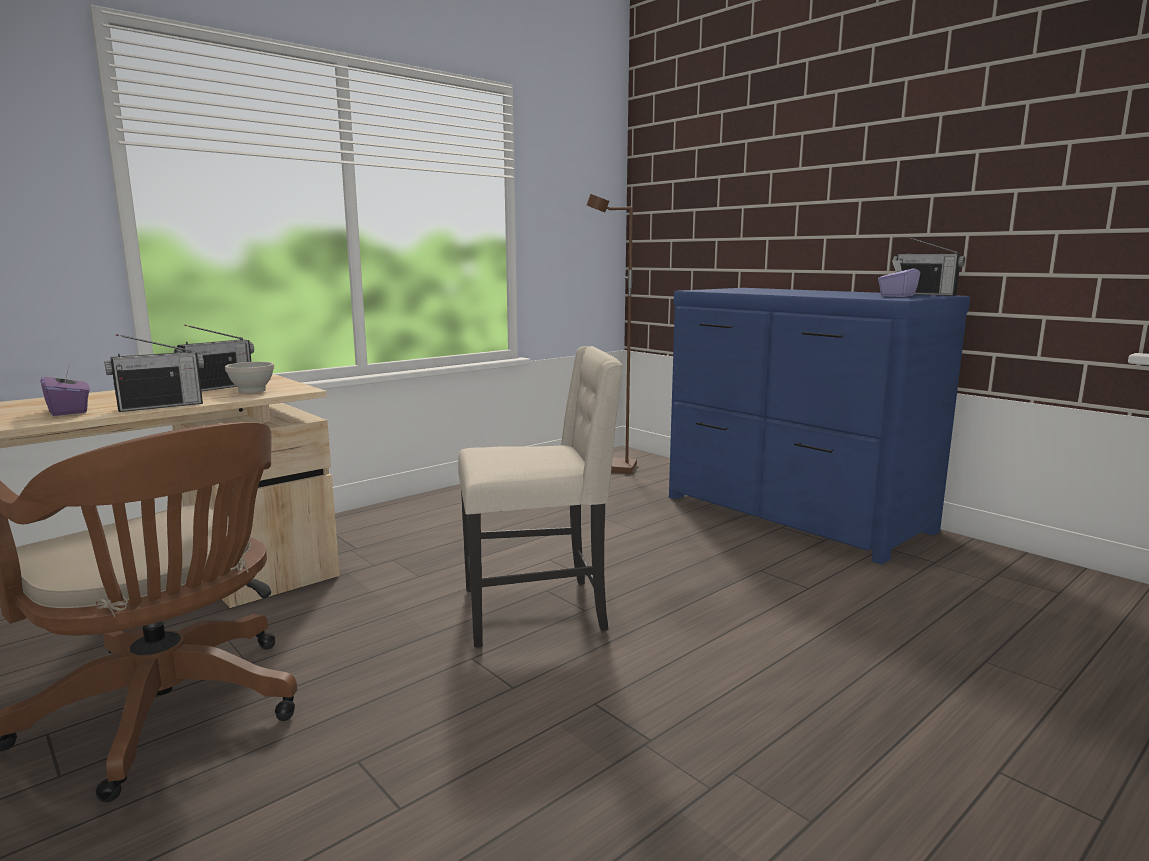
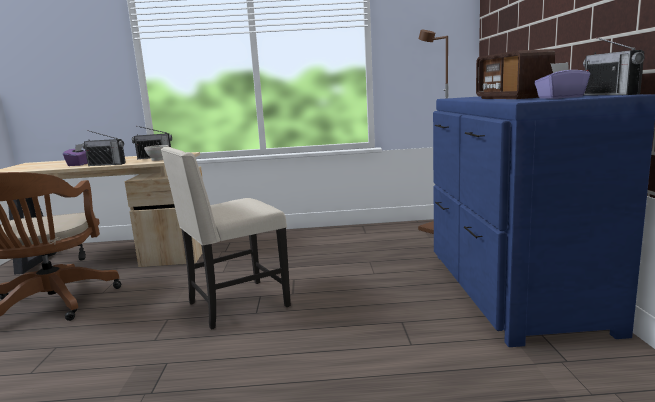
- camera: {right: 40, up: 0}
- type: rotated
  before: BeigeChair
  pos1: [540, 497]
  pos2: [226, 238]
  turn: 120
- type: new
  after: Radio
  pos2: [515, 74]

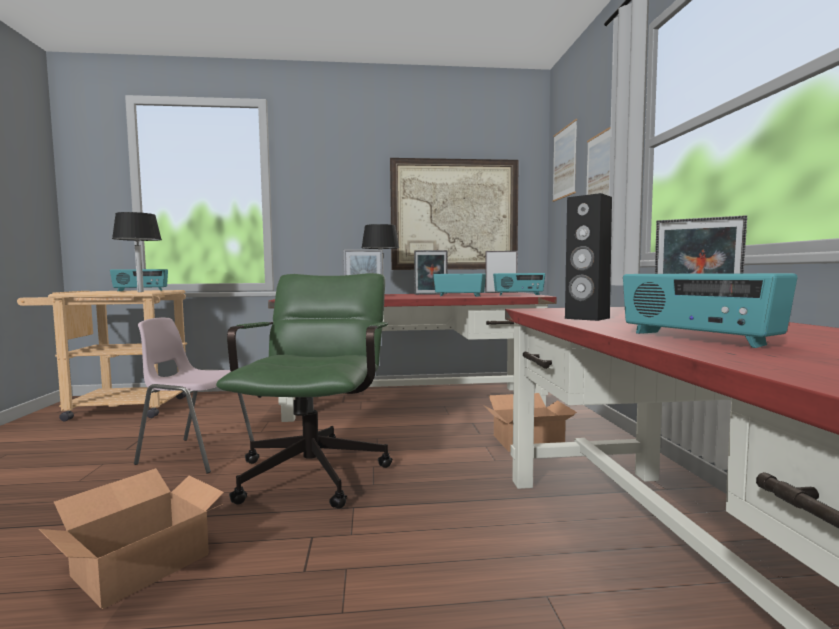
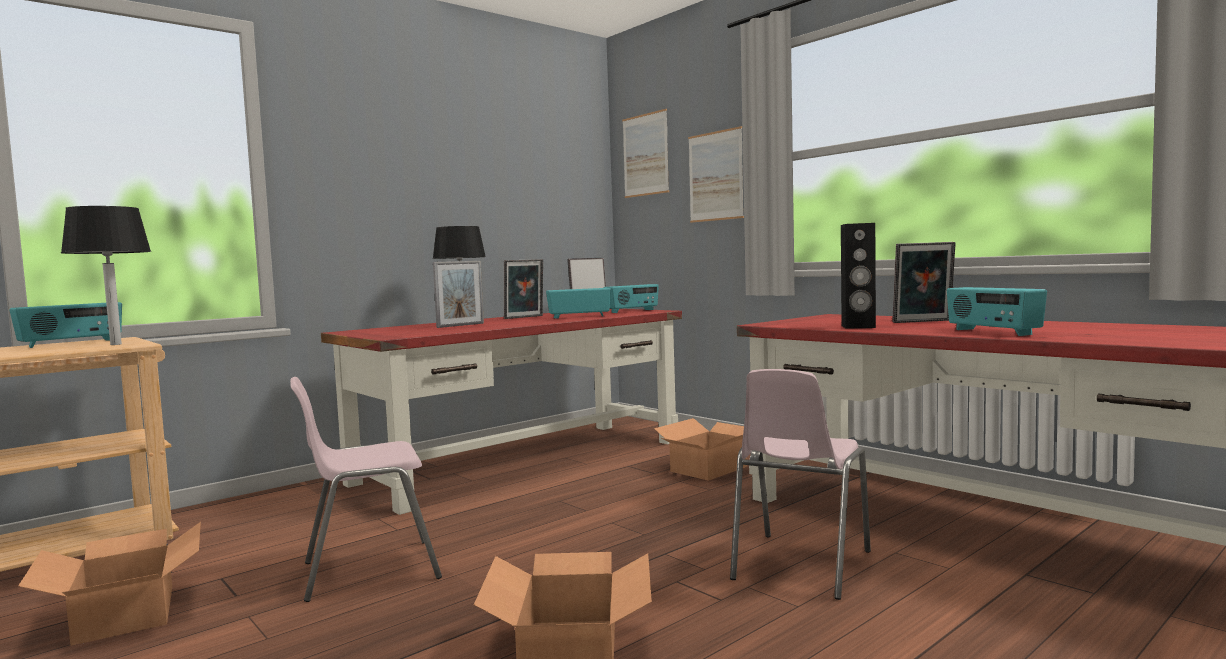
- camera: {right: -35, up: 0}
- type: new
  after: CardboardBox
  pos2: [109, 584]
- type: new
  after: PinkChair
  pos2: [800, 484]
- type: rotated
  before: Radio
  pos1: [710, 310]
  pos2: [997, 311]
  turn: 45
- type: gone
  before: GreenOfficeChair
  pos1: [304, 391]
- type: gone
  before: Picture
  pos1: [454, 214]

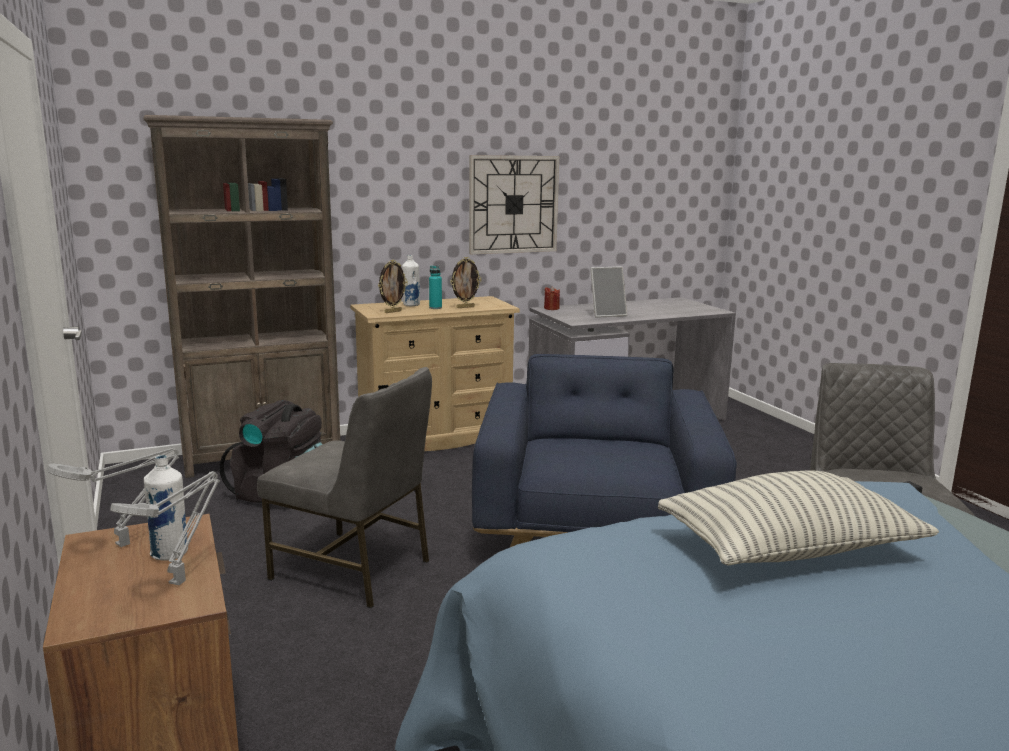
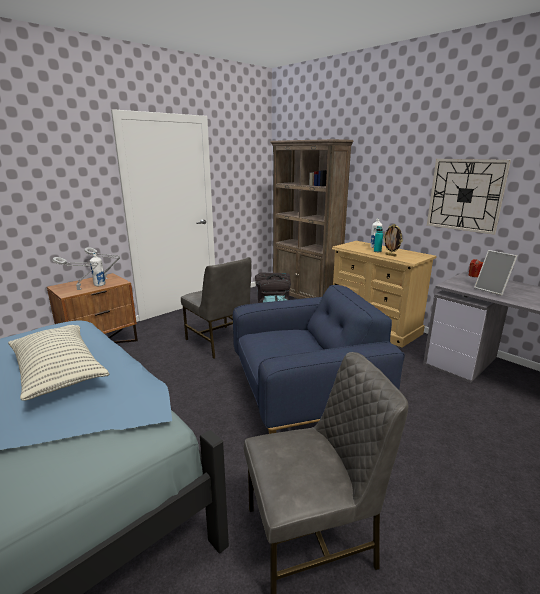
- camera: {right: 70, up: 5}
- type: rotated
  before: GreyChair
  pos1: [344, 487]
  pos2: [216, 308]
  turn: -45
- type: gone
  before: PictureFrame
  pos1: [393, 286]

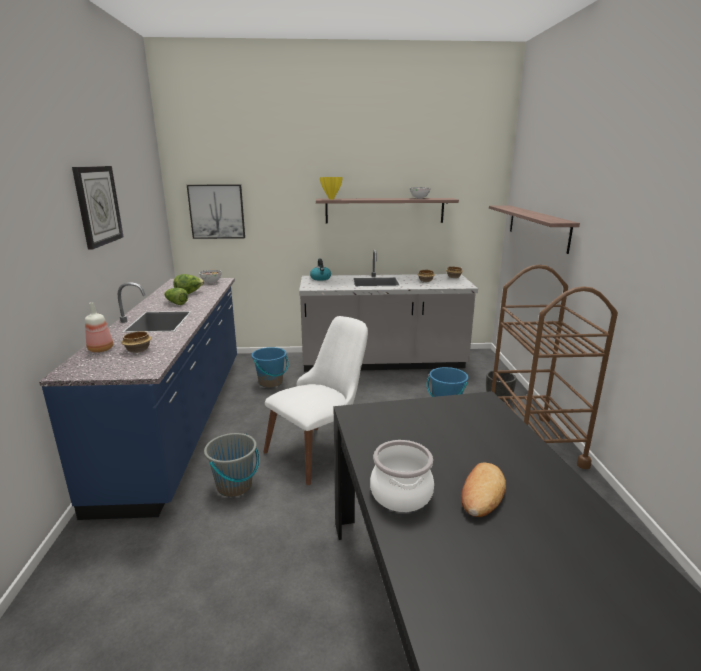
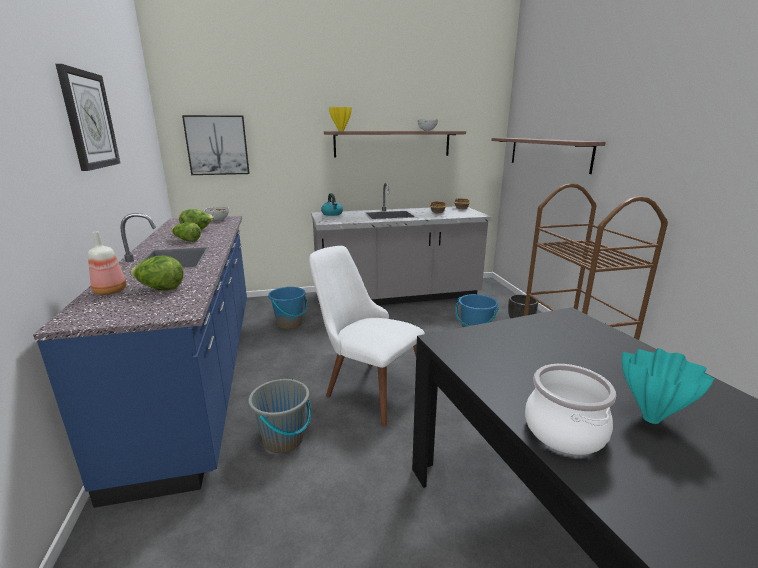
- camera: {right: -10, up: 0}
- type: swapped
  before: Bowl
  after: Lettuce
  pos1: [136, 342]
  pos2: [157, 273]
- type: rotated
  before: WhiteChair
  pos1: [315, 400]
  pos2: [367, 336]
  turn: -90
- type: swapped
  before: Bread
  after: TurquoiseVase
  pos1: [483, 490]
  pos2: [668, 386]

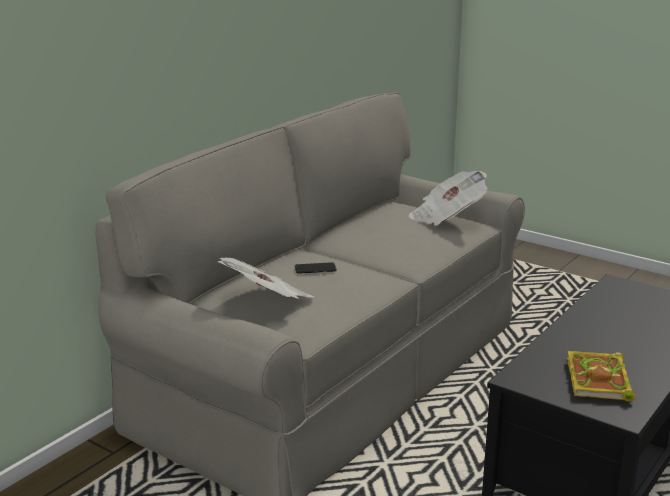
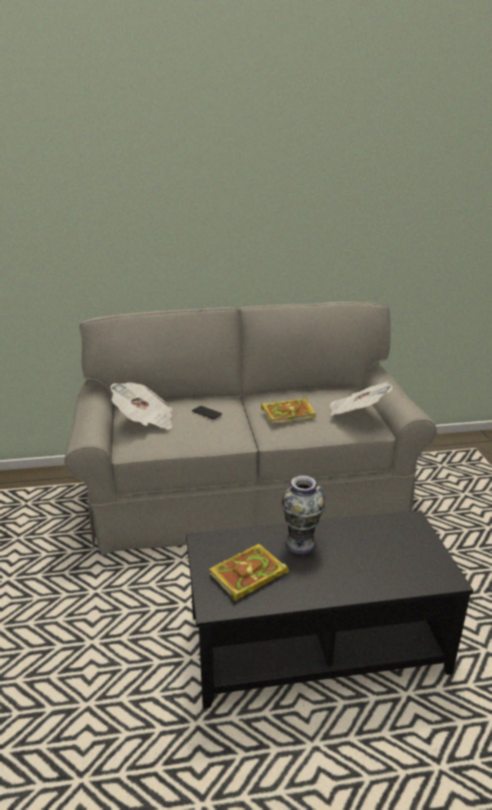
- camera: {right: 45, up: 5}
- type: new
  after: Book
  pos2: [288, 410]
- type: new
  after: Vase
  pos2: [303, 514]

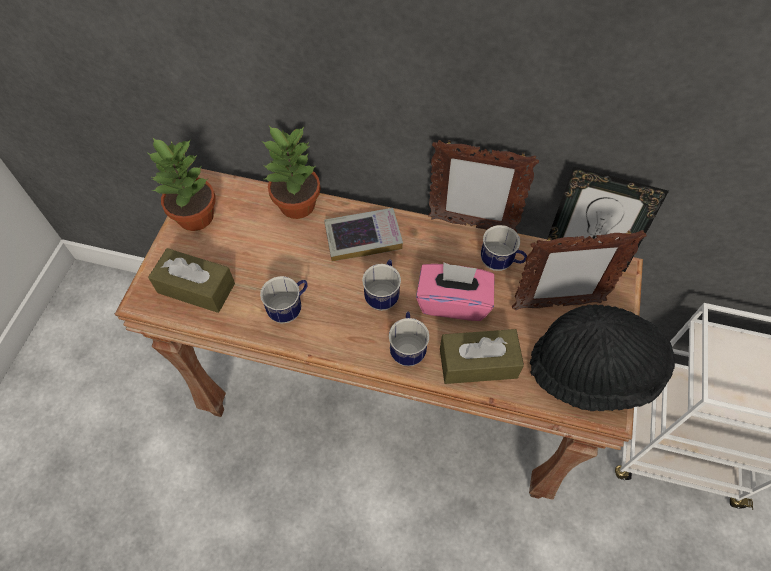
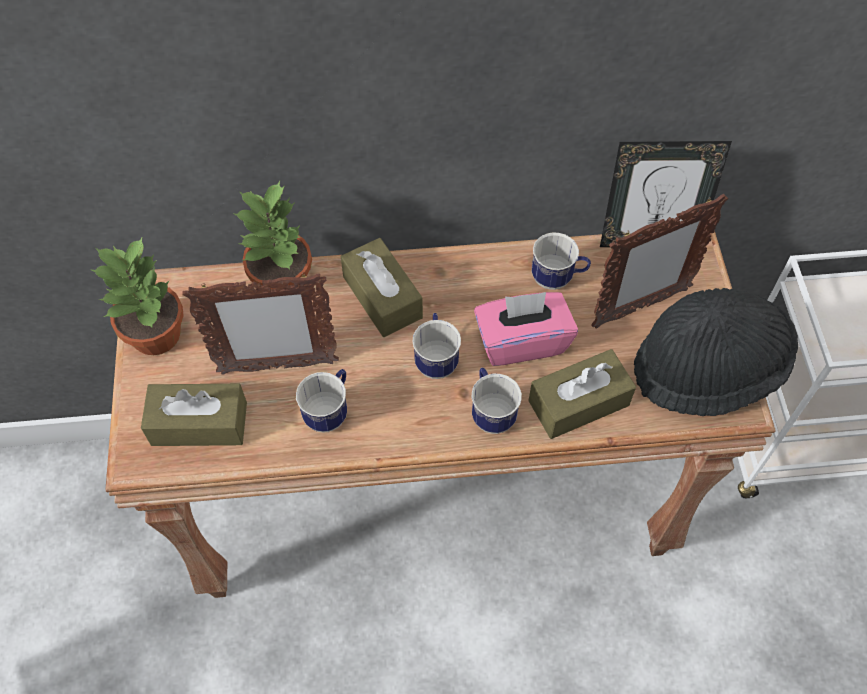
- camera: {right: -20, up: 0}
- type: shifted
  before: PictureFrame
  pos1: [483, 186]
  pos2: [260, 324]
- type: swapped
  before: Book
  after: BrownTissueBox
  pos1: [363, 235]
  pos2: [382, 287]

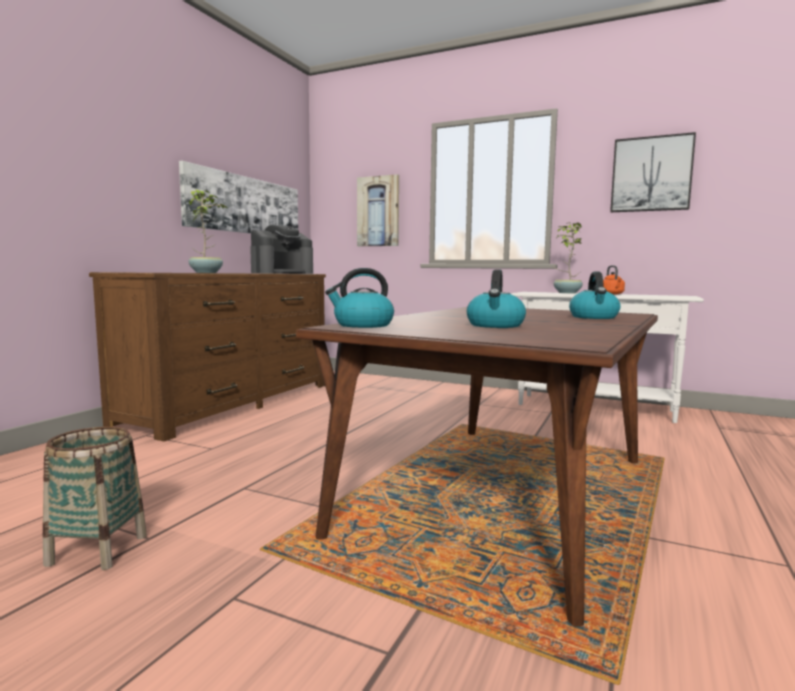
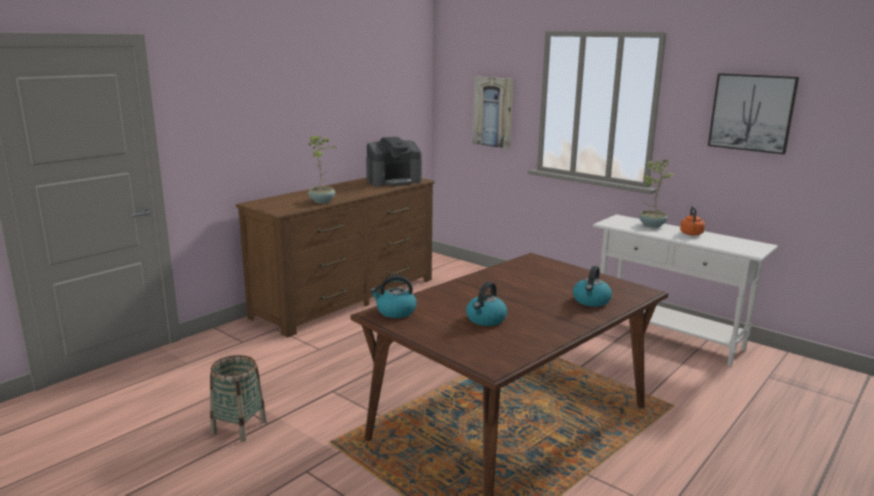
- camera: {right: 15, up: 10}
- type: gone
  before: Picture
  pos1: [238, 197]

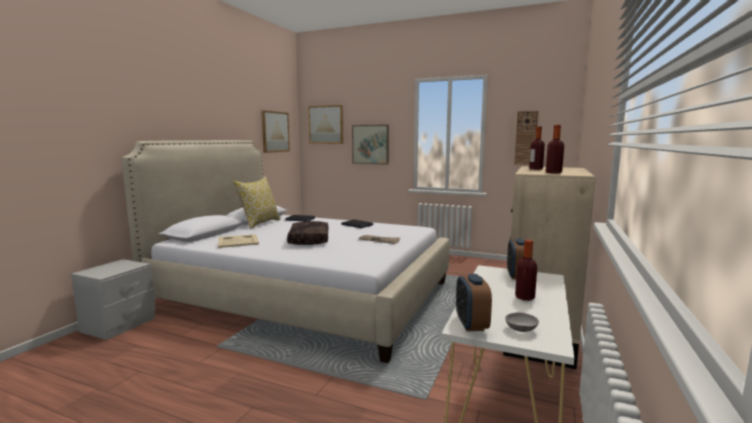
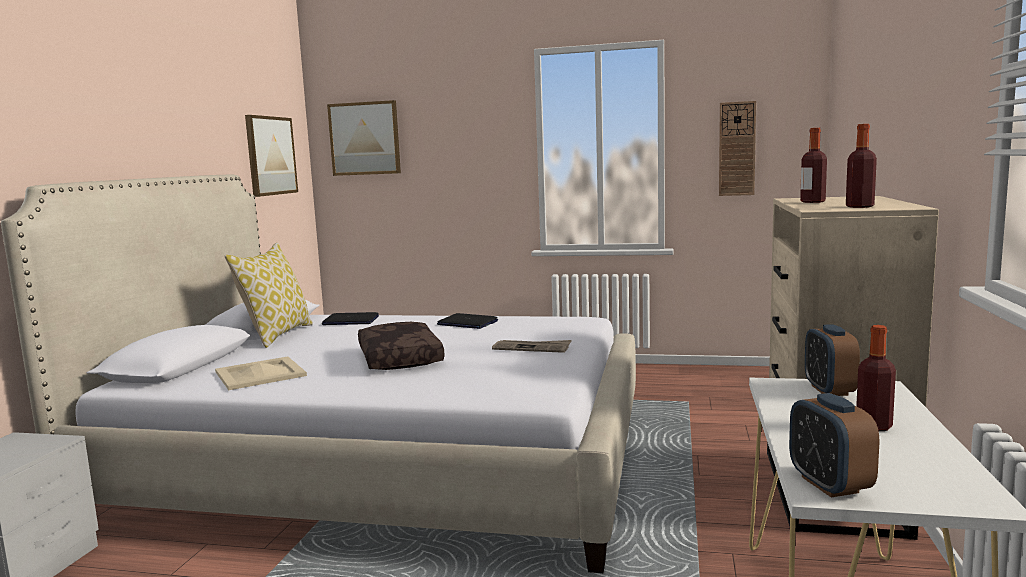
- camera: {right: -10, up: 0}
- type: gone
  before: Picture
  pos1: [370, 145]
- type: gone
  before: GreyBowl
  pos1: [522, 322]

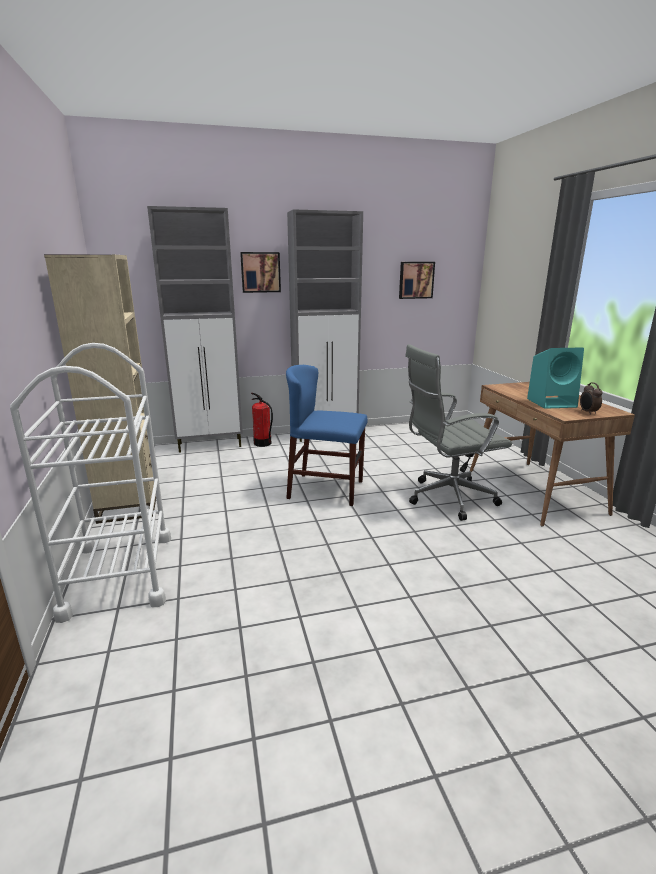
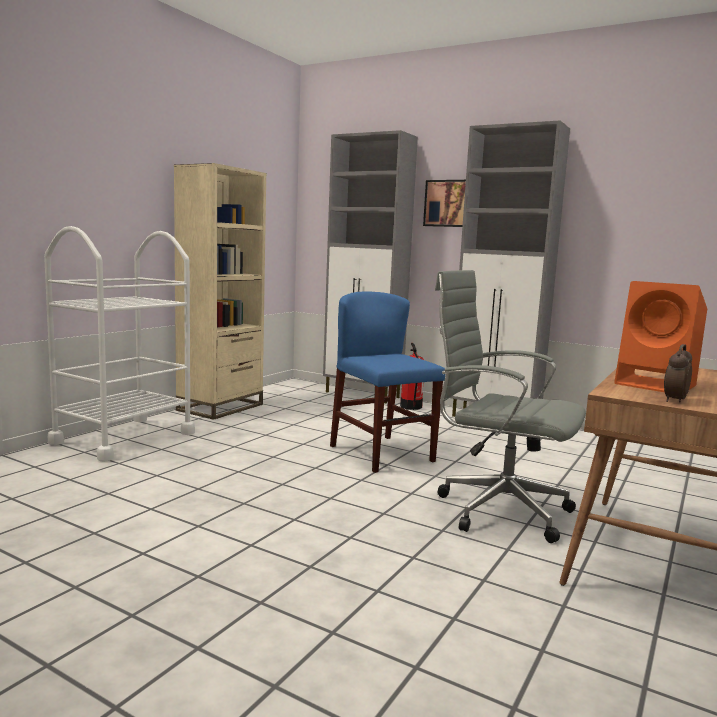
- camera: {right: 45, up: -10}
- type: repainted
  before: TurquoiseSpeaker
  after: OrangeSpeaker
  pos1: [555, 378]
  pos2: [660, 336]
- type: gone
  before: Picture
  pos1: [417, 280]

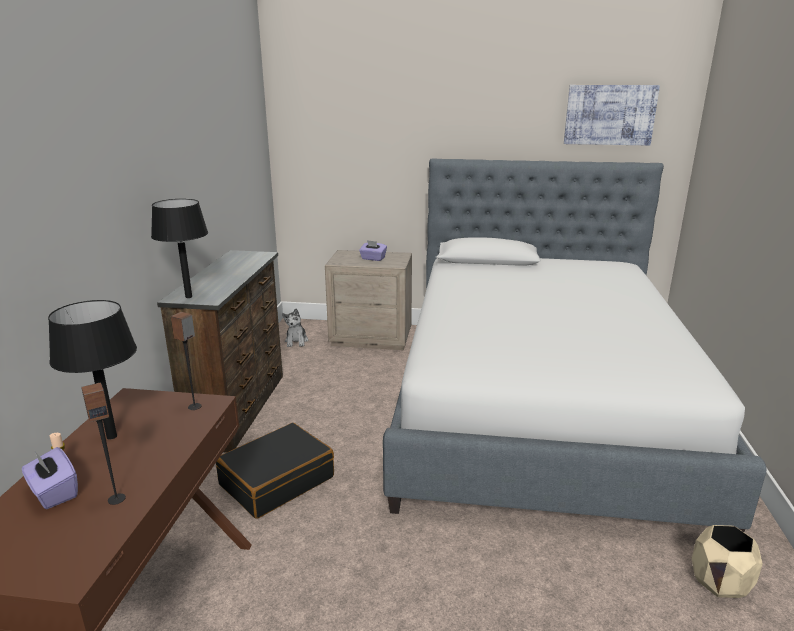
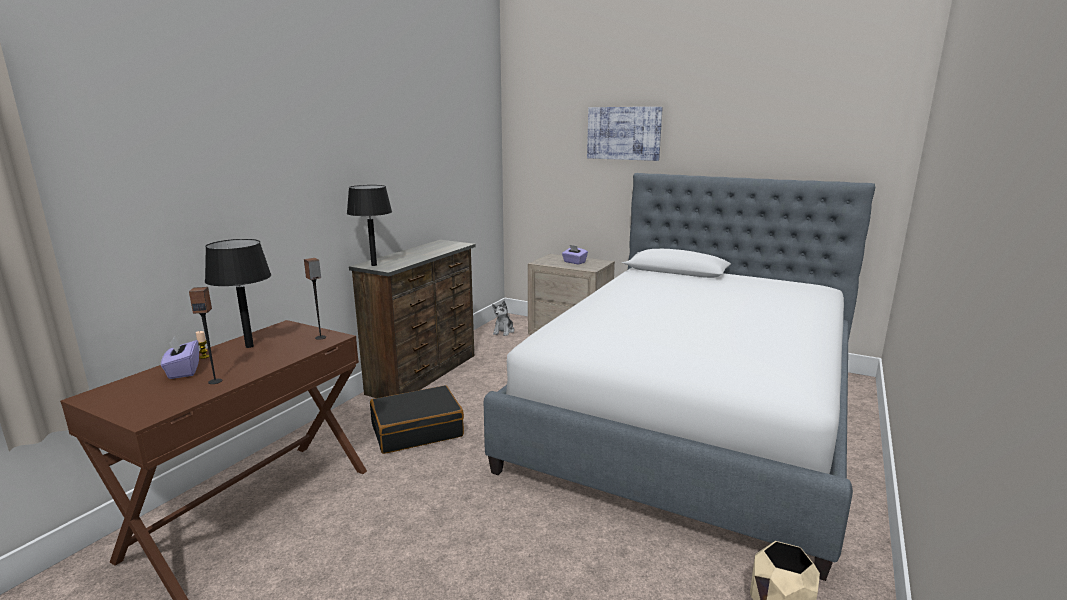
- camera: {right: 20, up: -5}
- type: shifted
  before: Picture
  pos1: [612, 115]
  pos2: [625, 134]

